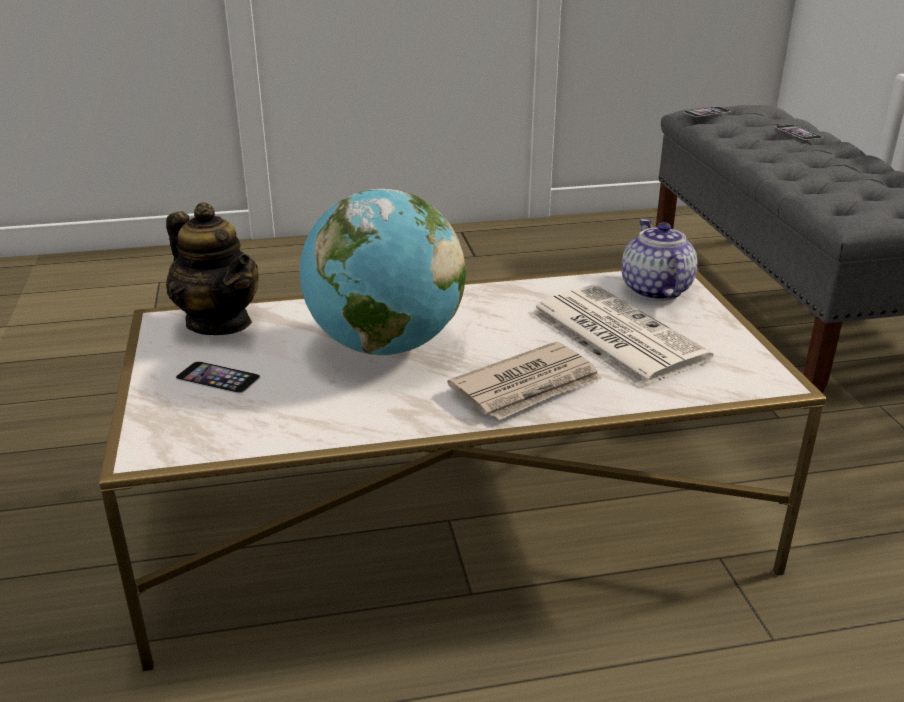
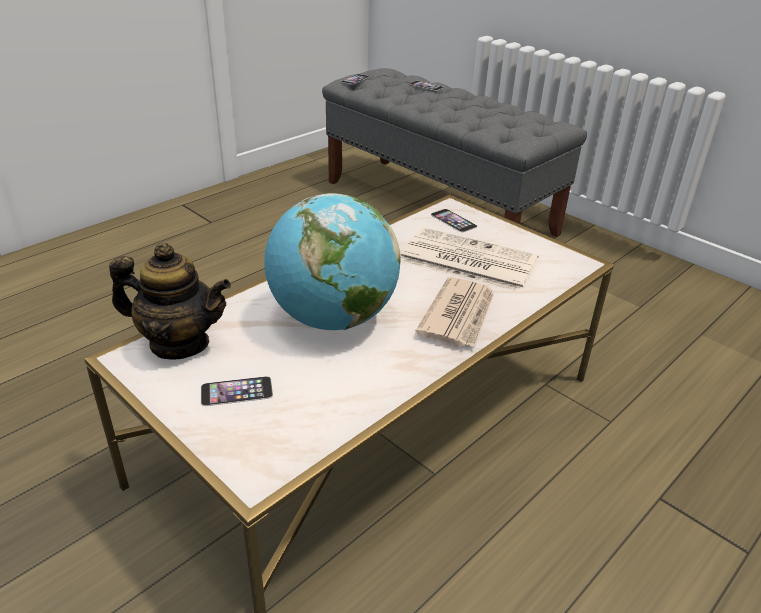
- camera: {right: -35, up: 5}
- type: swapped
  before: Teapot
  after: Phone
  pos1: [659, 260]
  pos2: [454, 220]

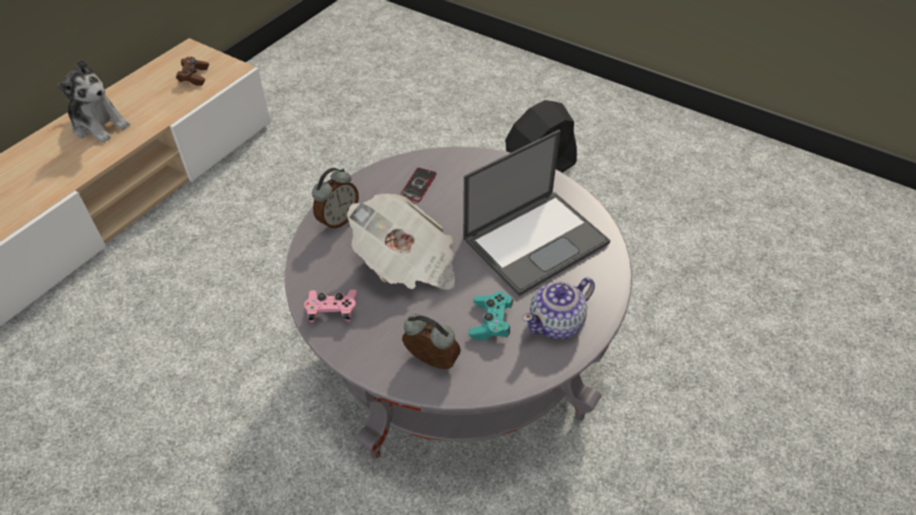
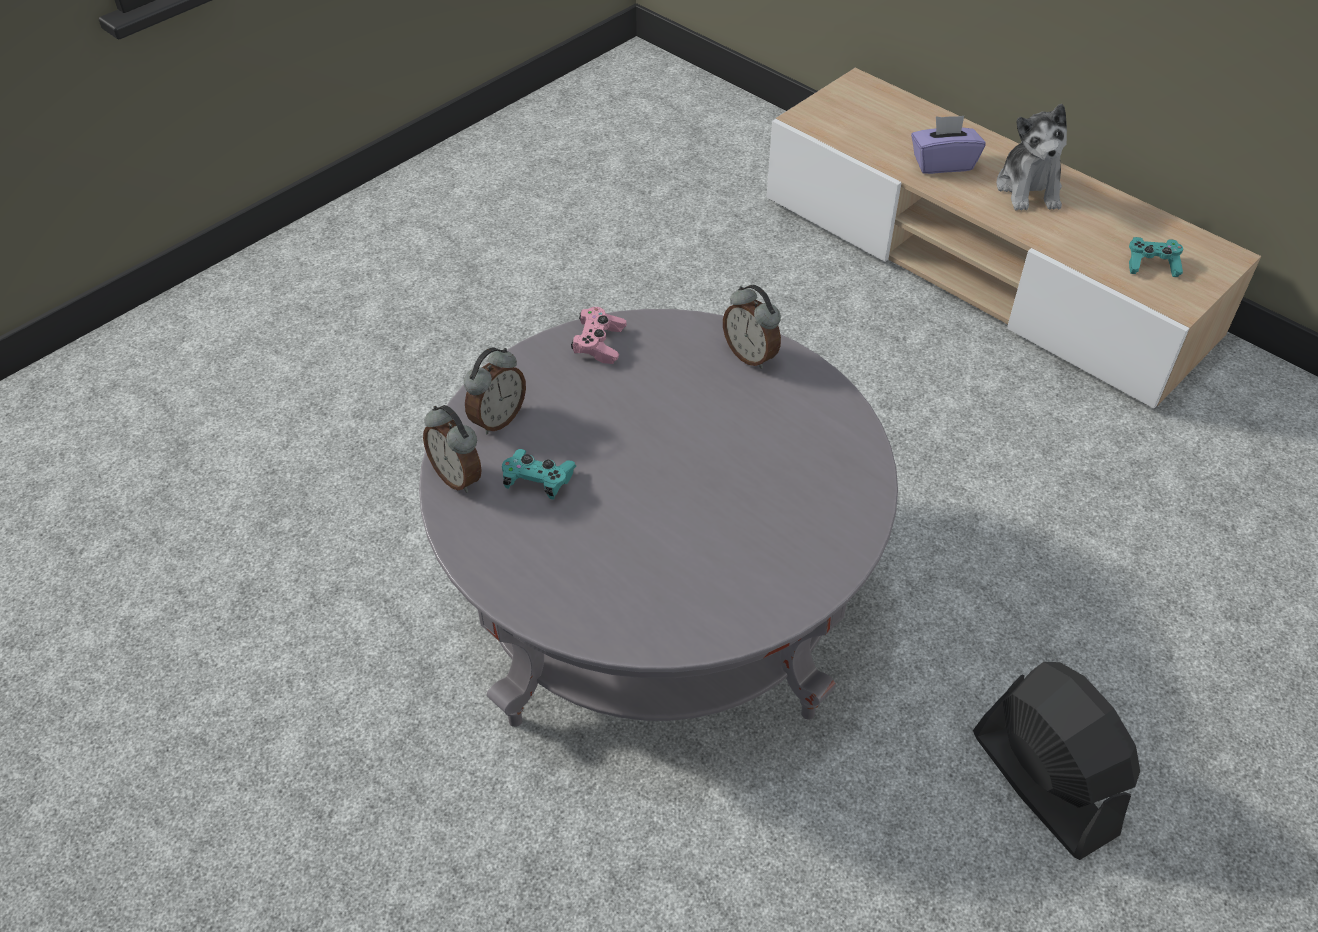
- camera: {right: 100, up: 0}
- type: new
  after: AlarmClock
  pos2: [452, 449]
- type: new
  after: PurpleTissueBox
  pos2: [948, 145]
- type: rotated
  before: PlushToy
  pos1: [94, 101]
  pos2: [1032, 157]
  turn: -45
- type: repainted
  before: BrownGameController
  after: TurquoiseGameController
  pos1: [192, 71]
  pos2: [1156, 257]
- type: gone
  before: Newspaper
  pos1: [401, 242]
- type: gone
  before: Phone
  pos1: [418, 185]
- type: gone
  before: Laptop
  pos1: [536, 213]
- type: gone
  before: Teapot
  pos1: [558, 308]

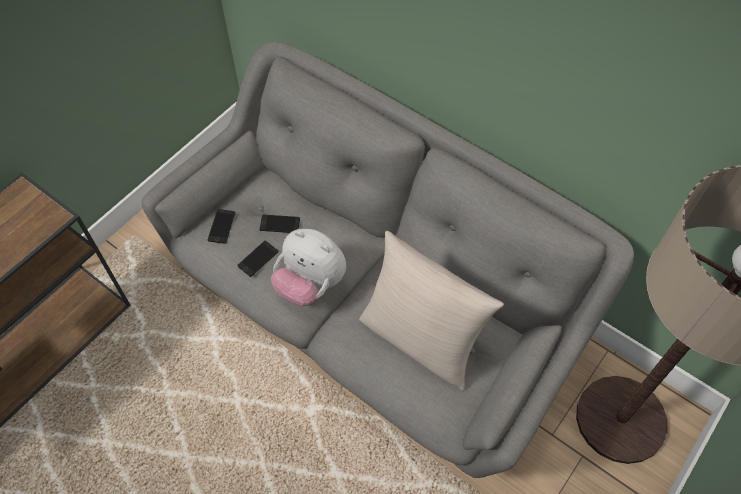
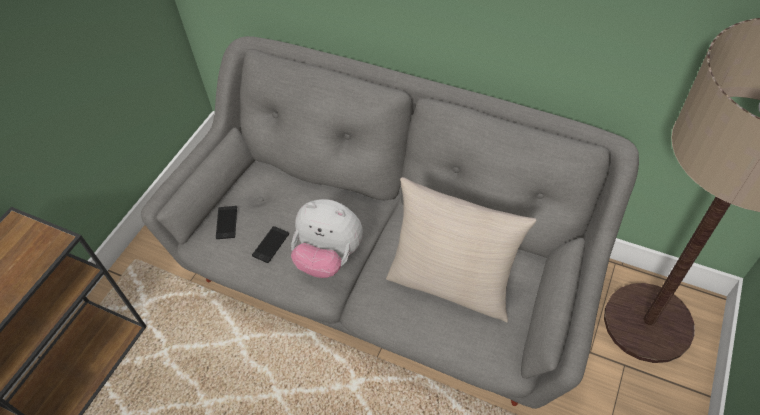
- camera: {right: -10, up: -5}
- type: gone
  before: Phone
  pos1: [280, 223]

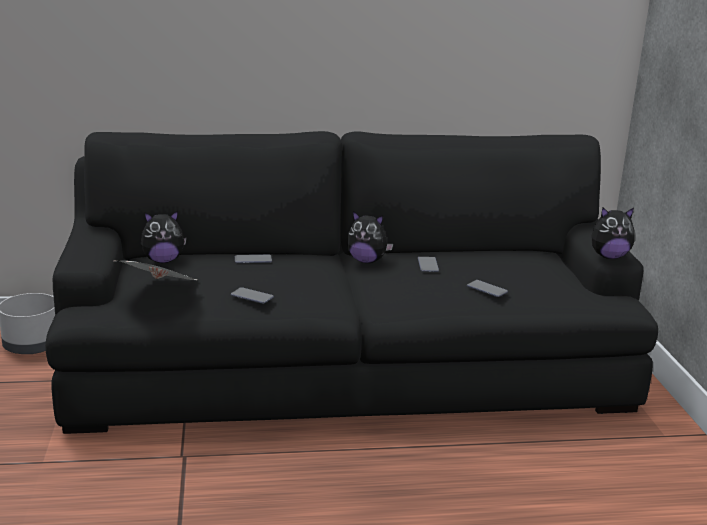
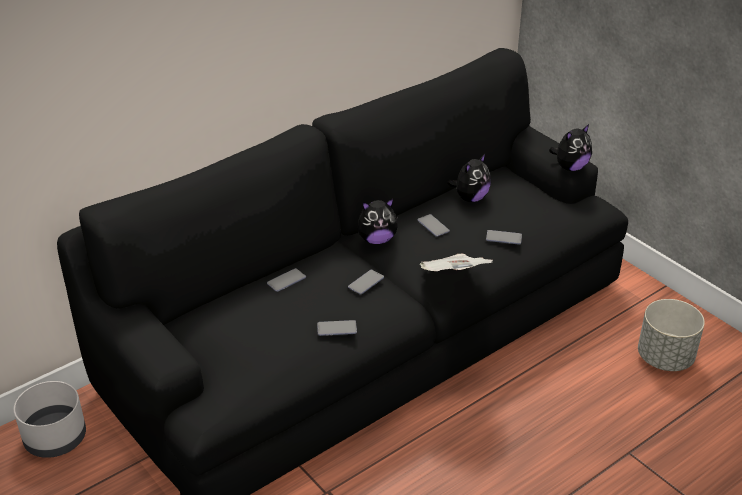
- camera: {right: -30, up: 15}
- type: new
  after: Phone
  pos2: [366, 282]
- type: shifted
  before: Newspaper
  pos1: [158, 270]
  pos2: [456, 262]
- type: shifted
  before: PlushToy
  pos1: [164, 236]
  pos2: [469, 177]
- type: new
  after: GreyPlanter
  pos2: [671, 335]

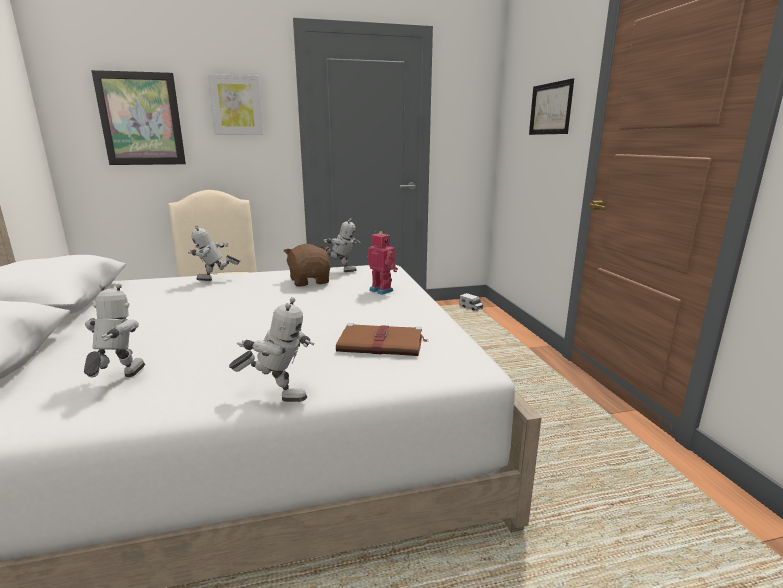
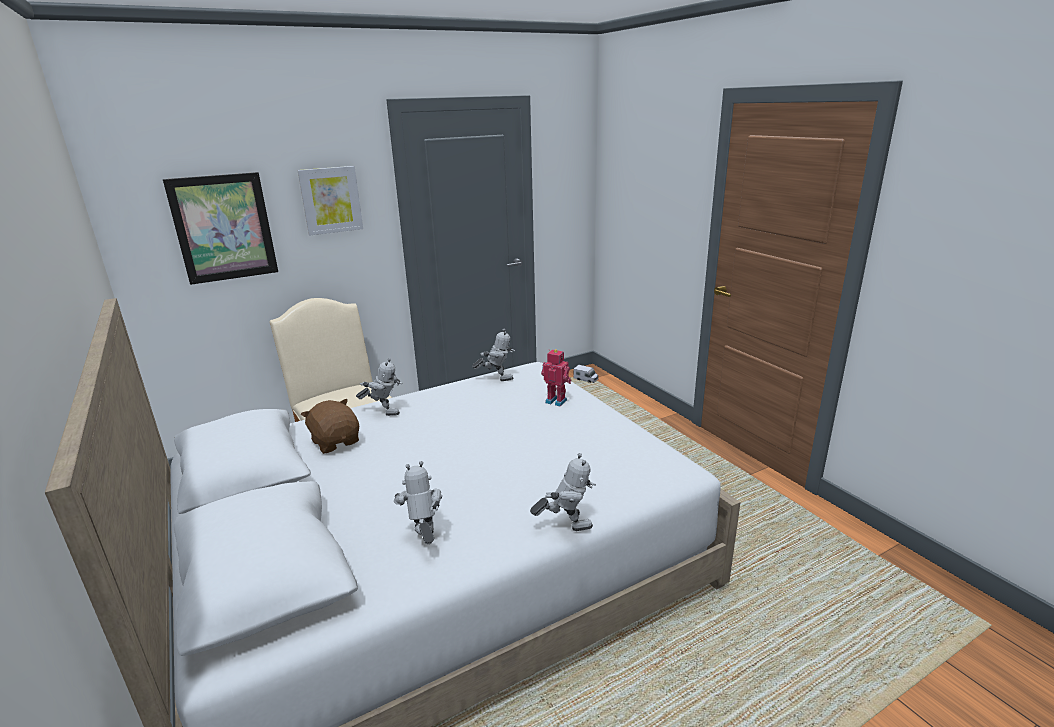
- camera: {right: -15, up: 5}
- type: shifted
  before: BrownPlushToy
  pos1: [307, 265]
  pos2: [330, 426]
- type: rotated
  before: ToyRobot
  pos1: [214, 253]
  pos2: [379, 387]
  turn: -135
- type: gone
  before: BrownBook
  pos1: [382, 339]
- type: gone
  before: Picture
  pos1: [551, 106]

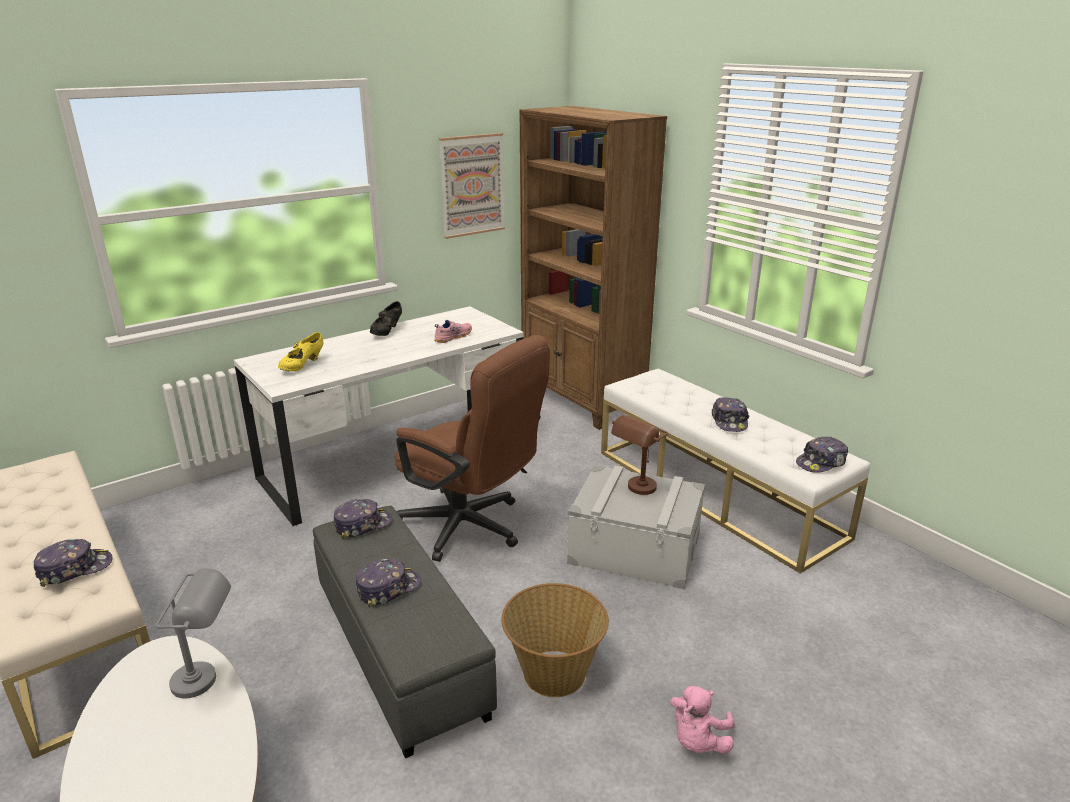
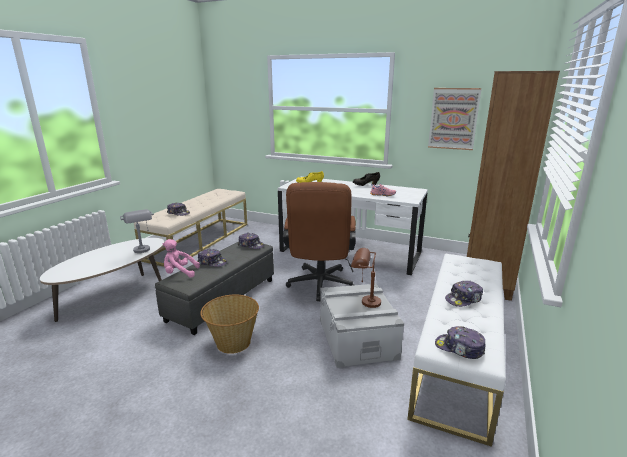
- camera: {right: 60, up: -5}
- type: shifted
  before: PinkPlushToy
  pos1: [702, 720]
  pos2: [181, 258]

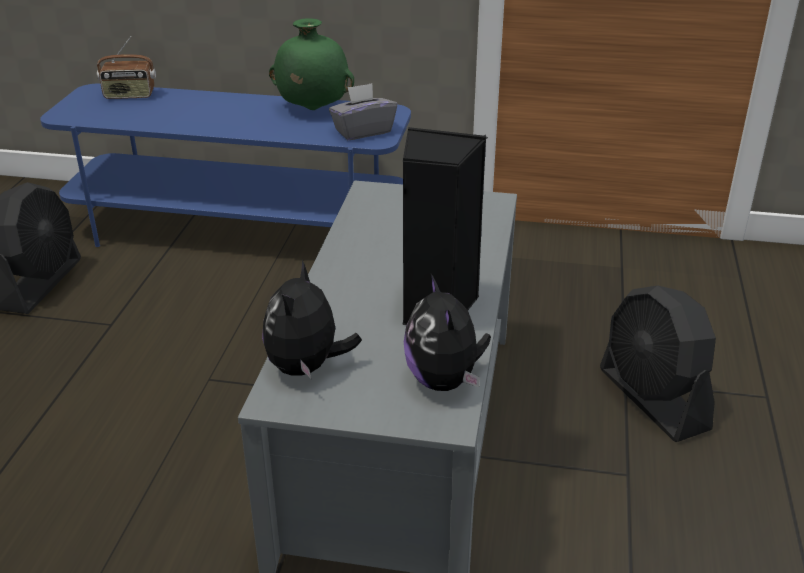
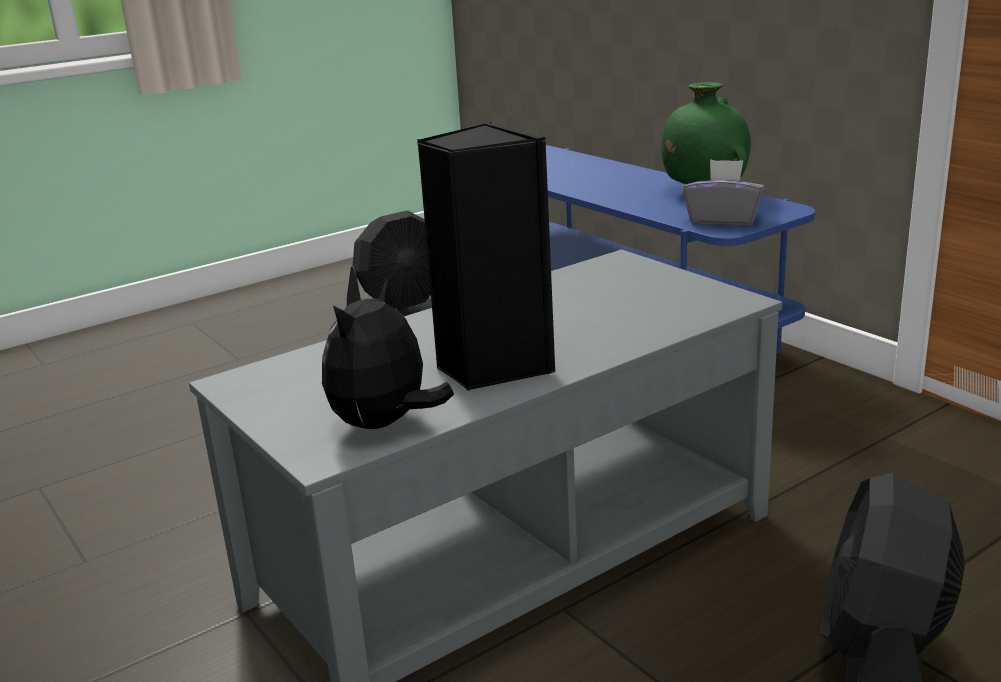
- camera: {right: 45, up: -10}
- type: gone
  before: Radio
  pos1: [126, 67]
- type: gone
  before: PlushToy
  pos1: [312, 319]

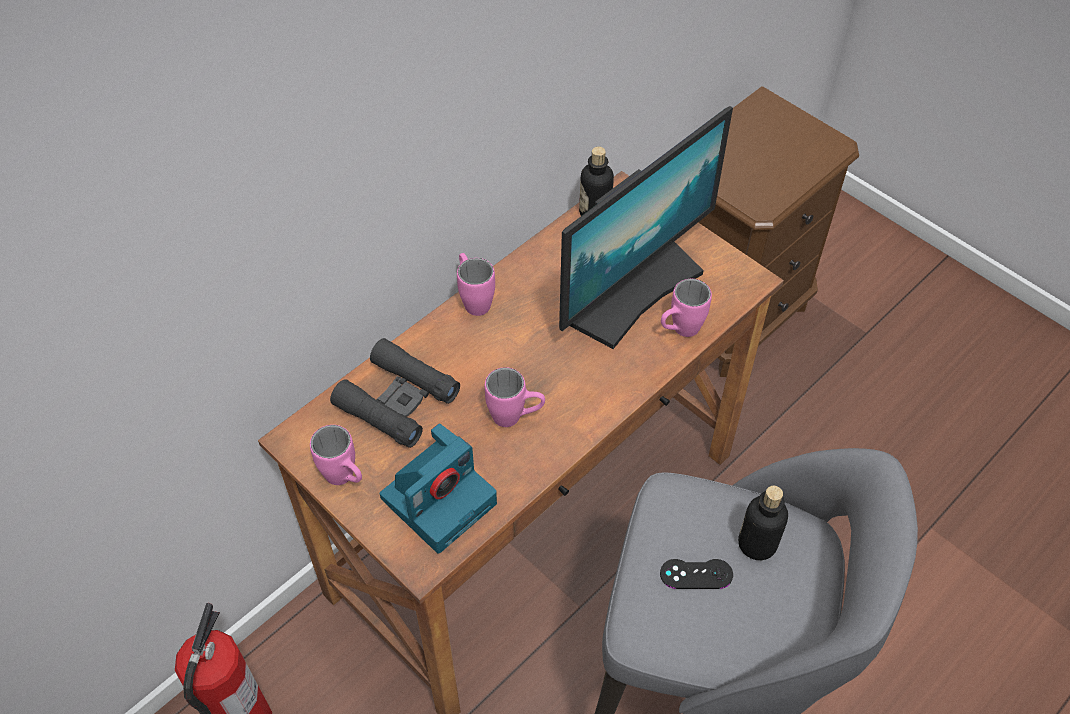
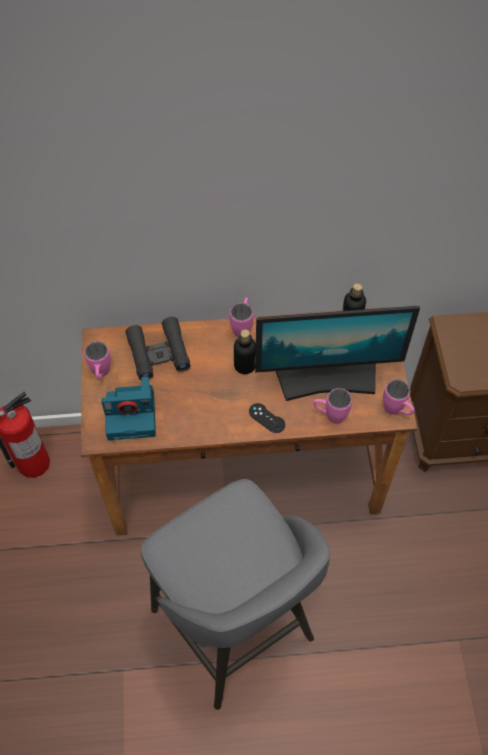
- camera: {right: 40, up: 5}
- type: shifted
  before: Bottle
  pos1: [763, 523]
  pos2: [245, 352]
- type: shifted
  before: BlackGameController
  pos1: [696, 574]
  pos2: [267, 418]
- type: shifted
  before: PinkMug
  pos1: [515, 397]
  pos2: [399, 397]

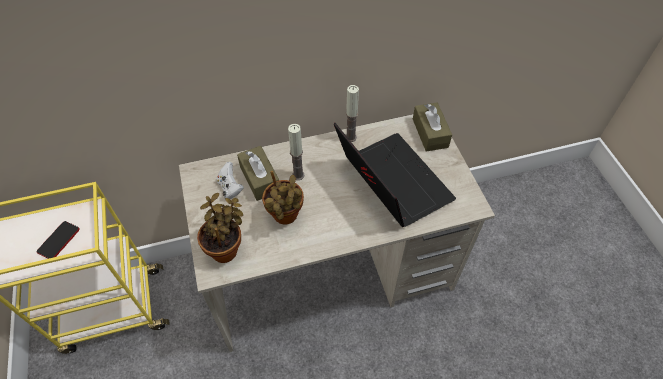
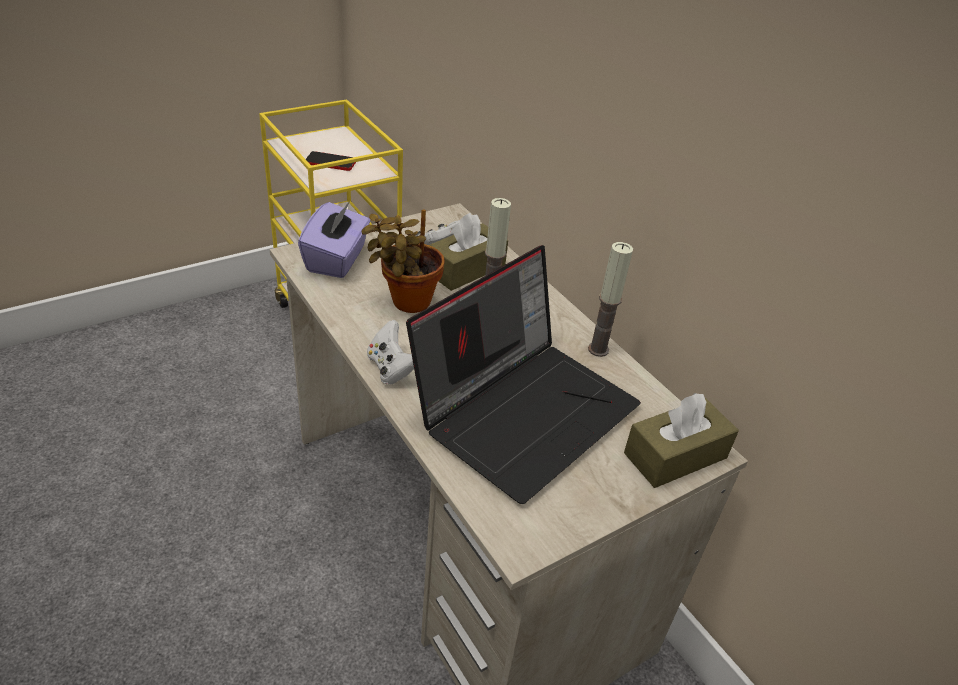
- camera: {right: 70, up: -15}
- type: swapped
  before: PottedPlant
  after: PurpleTissueBox
  pos1: [220, 228]
  pos2: [334, 239]
- type: new
  after: WhiteGameController
  pos2: [390, 352]

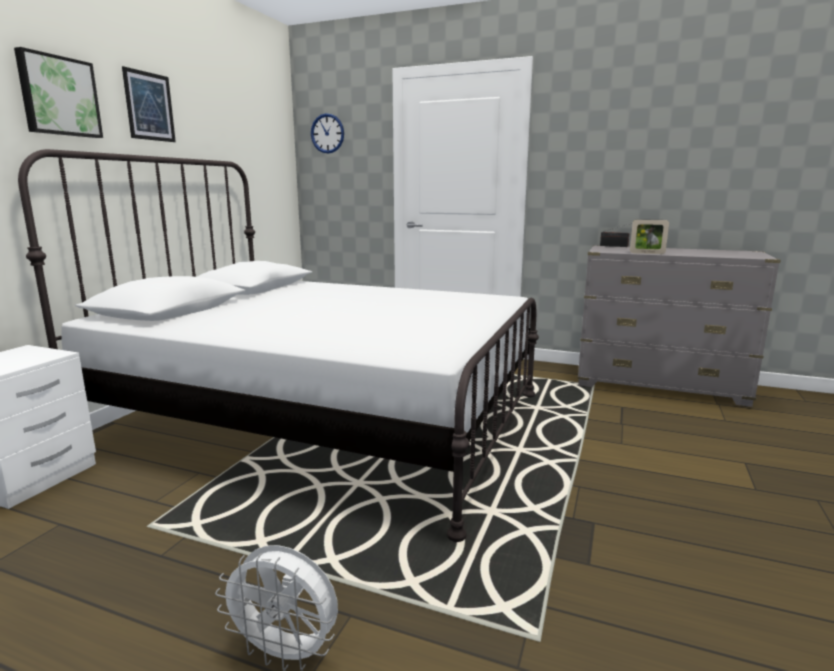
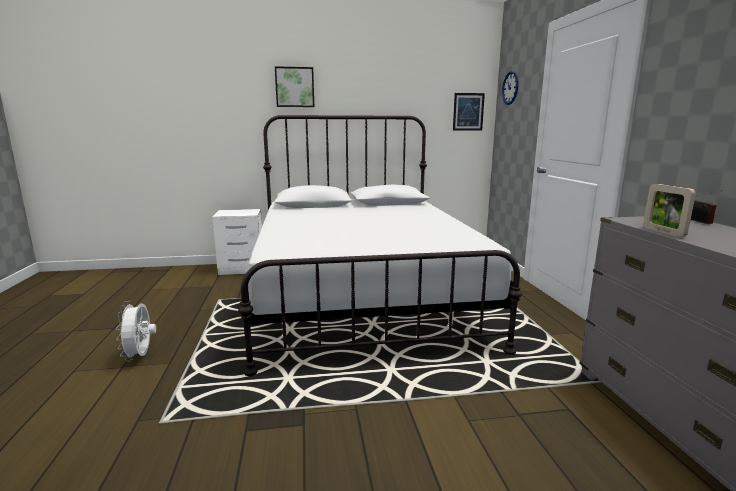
- camera: {right: 60, up: 0}
- type: shifted
  before: Picture
  pos1: [149, 104]
  pos2: [469, 112]

